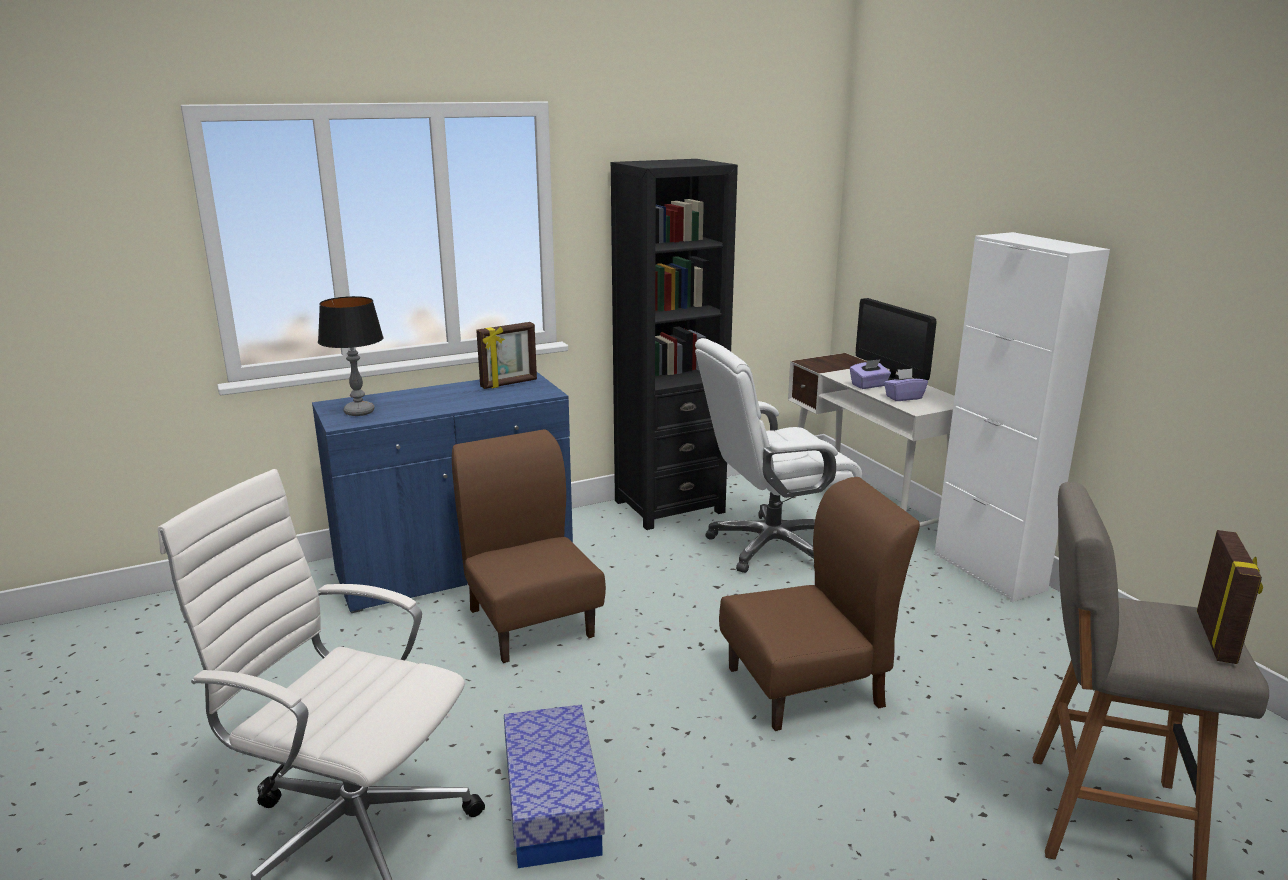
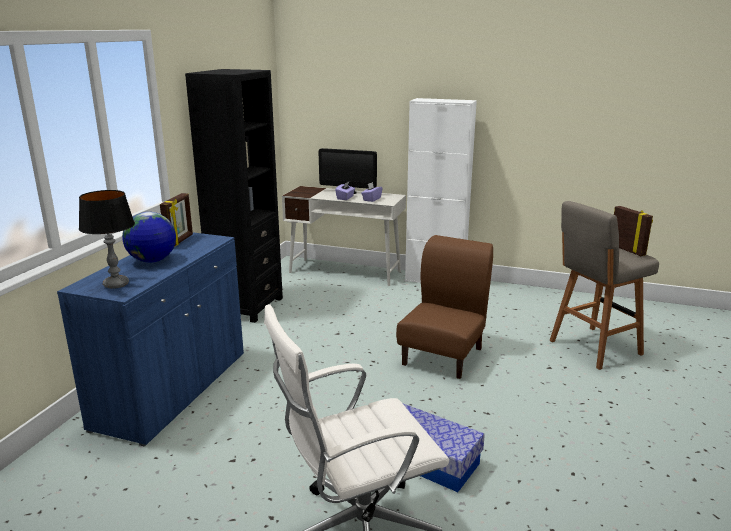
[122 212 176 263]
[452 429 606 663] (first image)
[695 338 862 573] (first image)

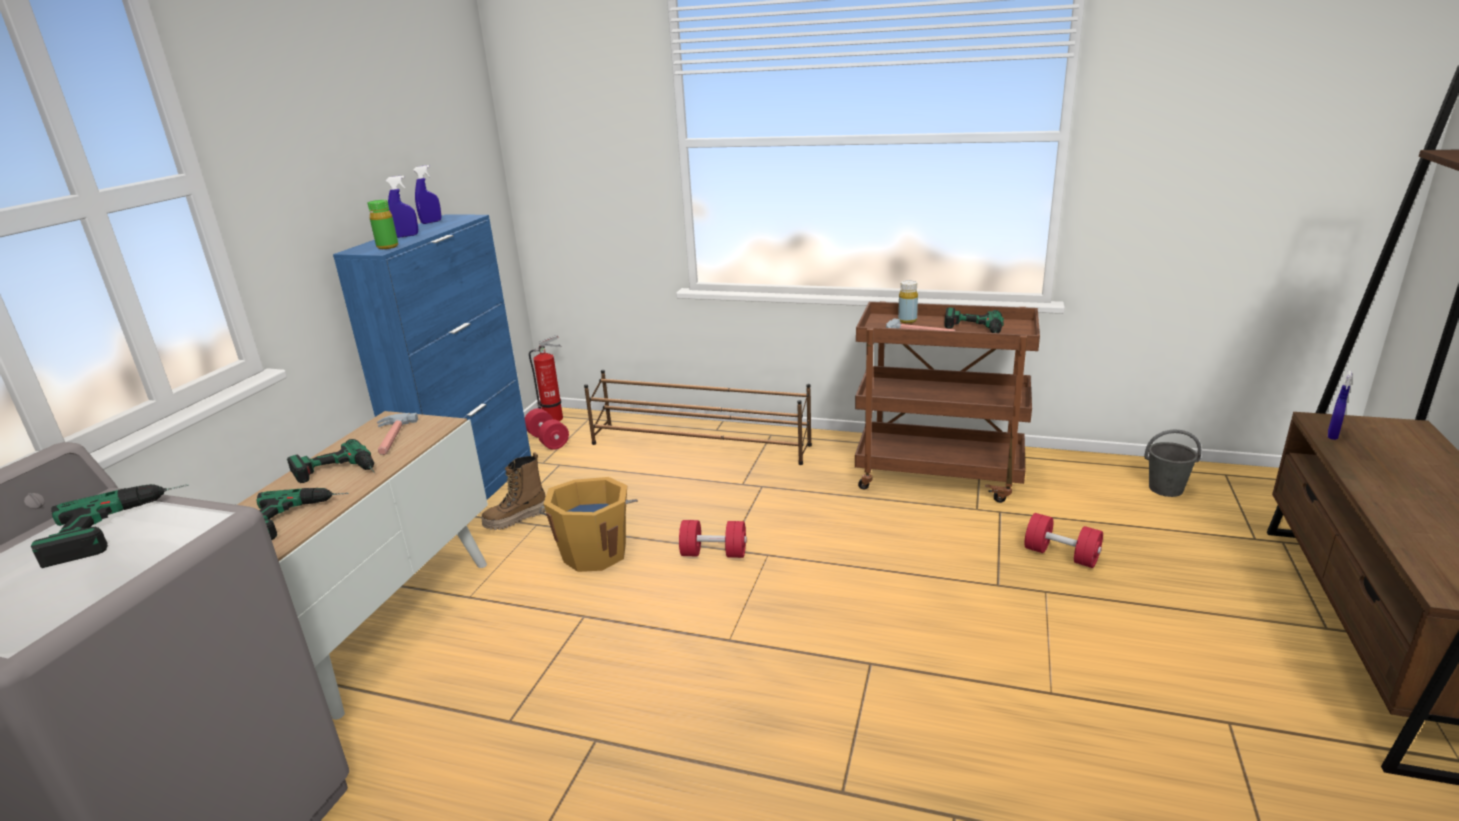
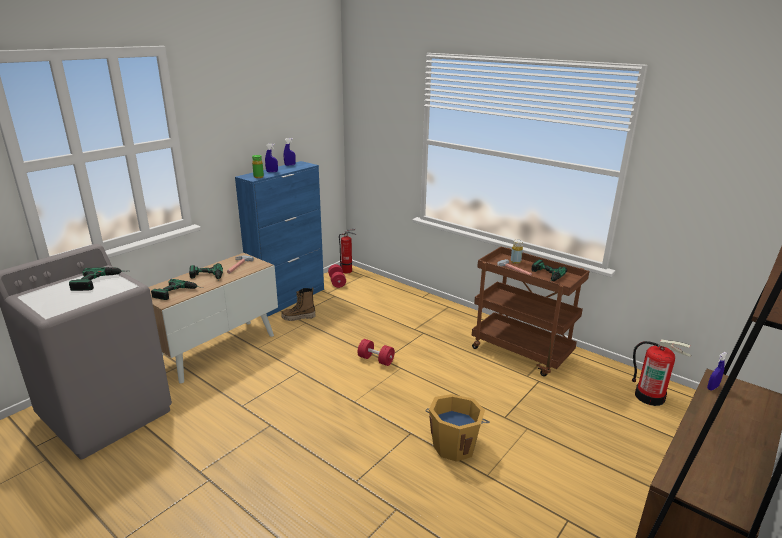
[425 394 490 462]
[632 339 691 406]
[584 370 812 465] (first image)
[1024 513 1103 568] (first image)

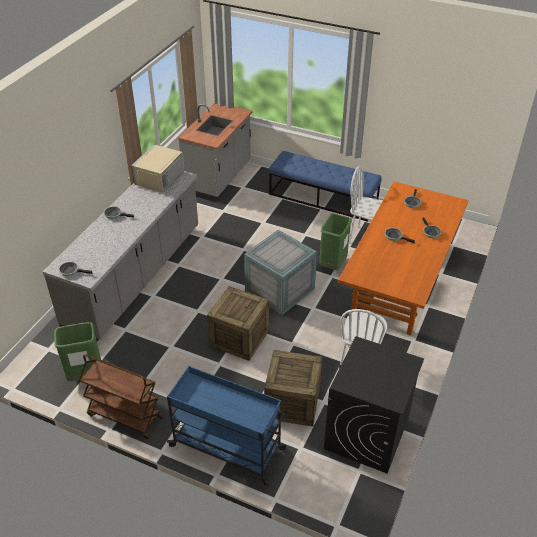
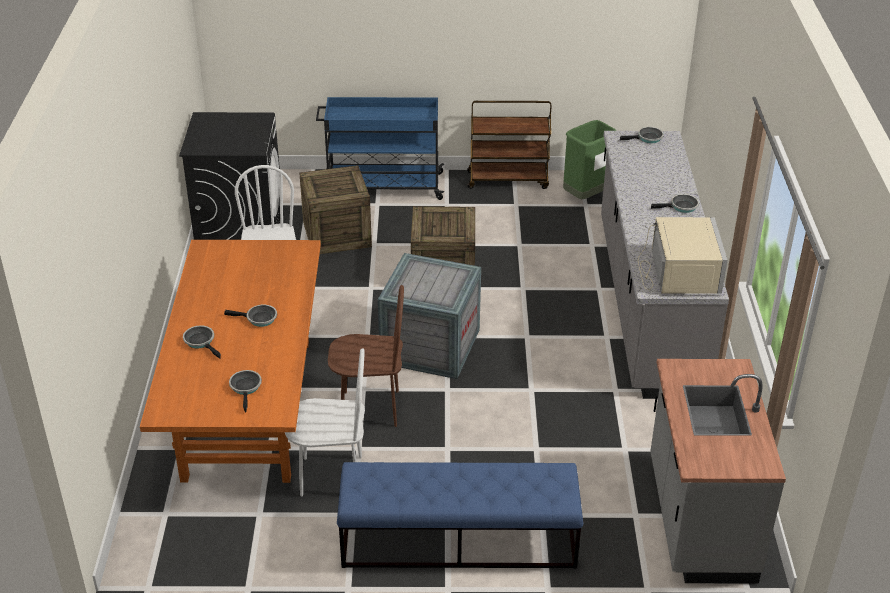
[328 285 404 427]

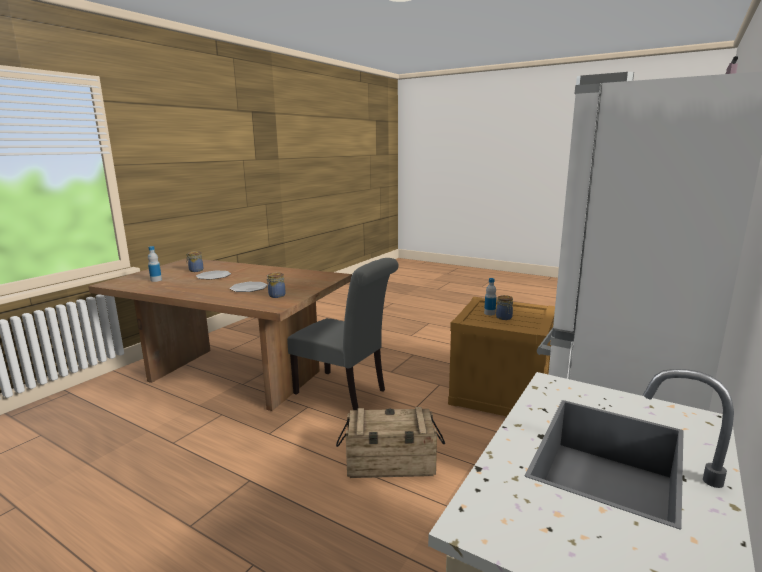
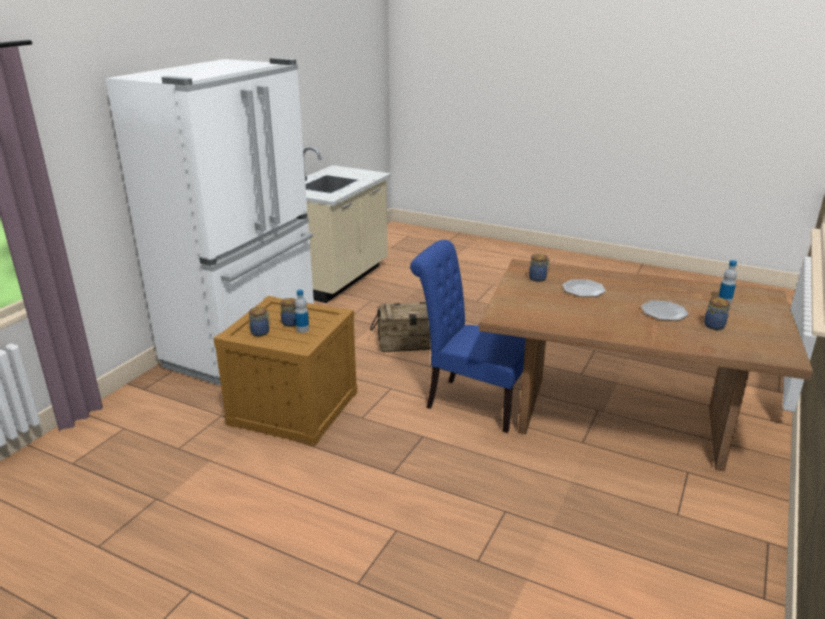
[249 307 271 336]
[410 240 526 433]

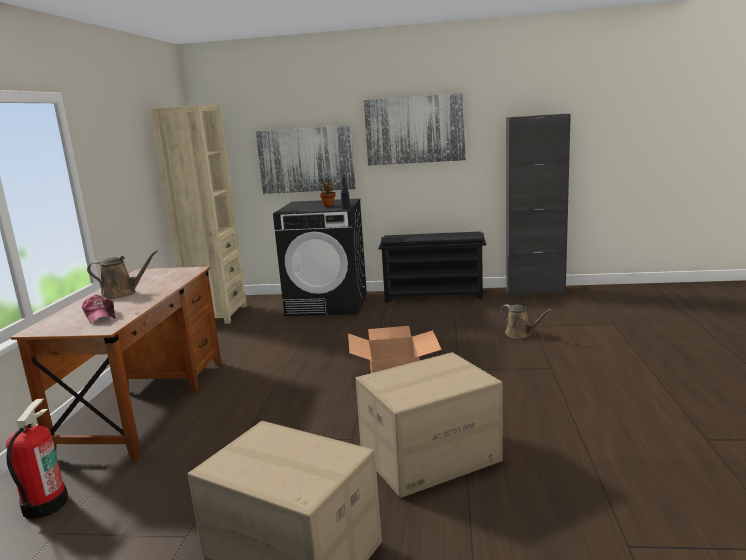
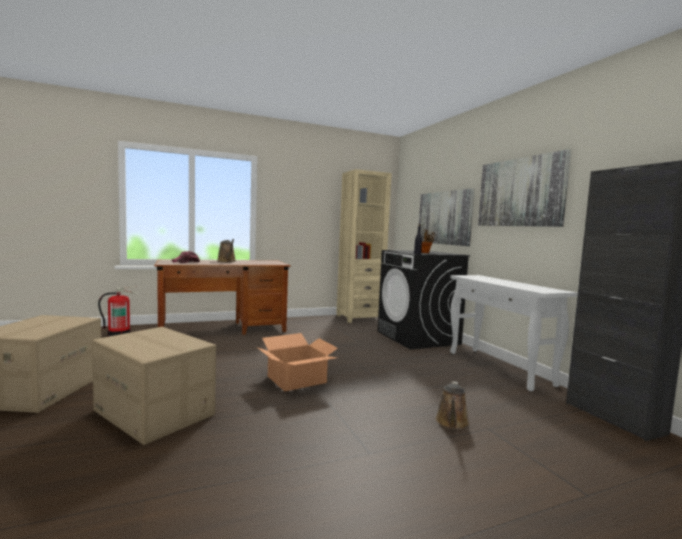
[450 275 578 391]

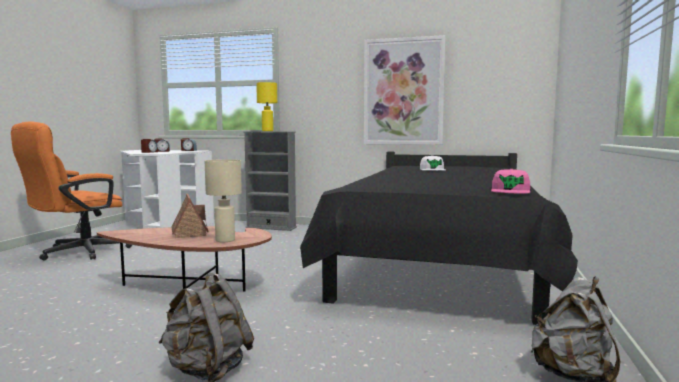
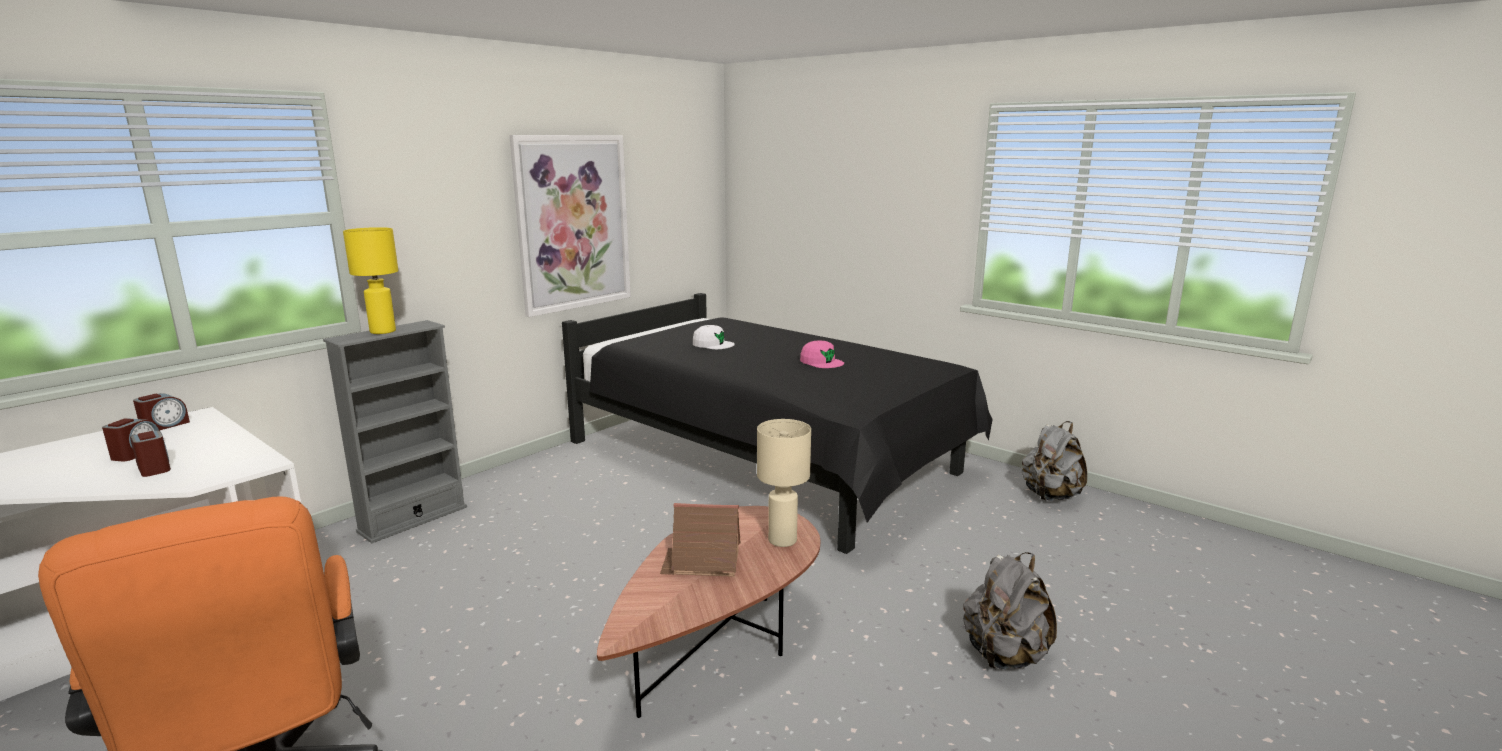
[800 341 844 368]

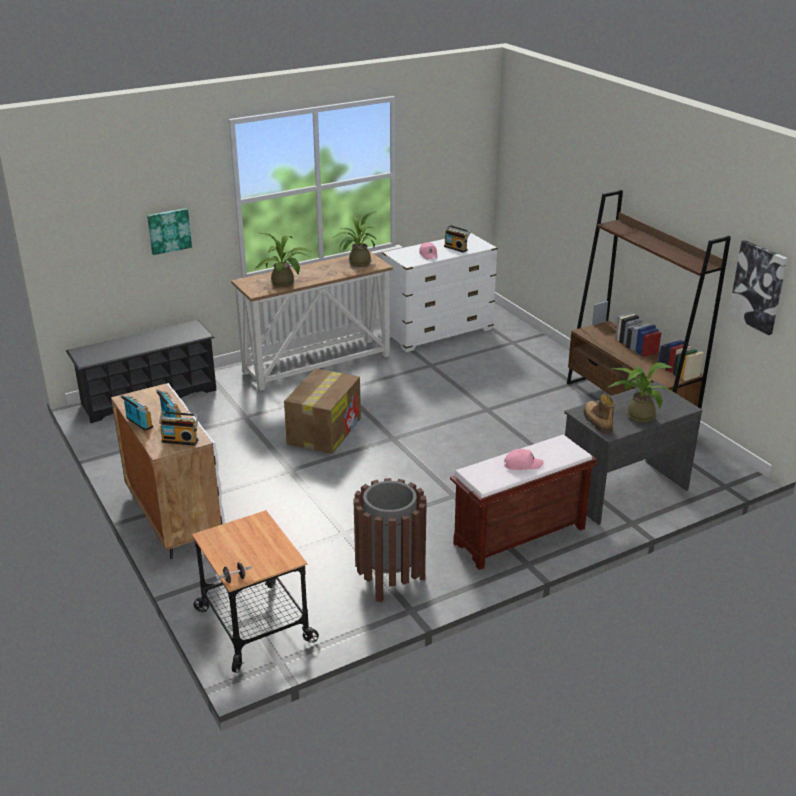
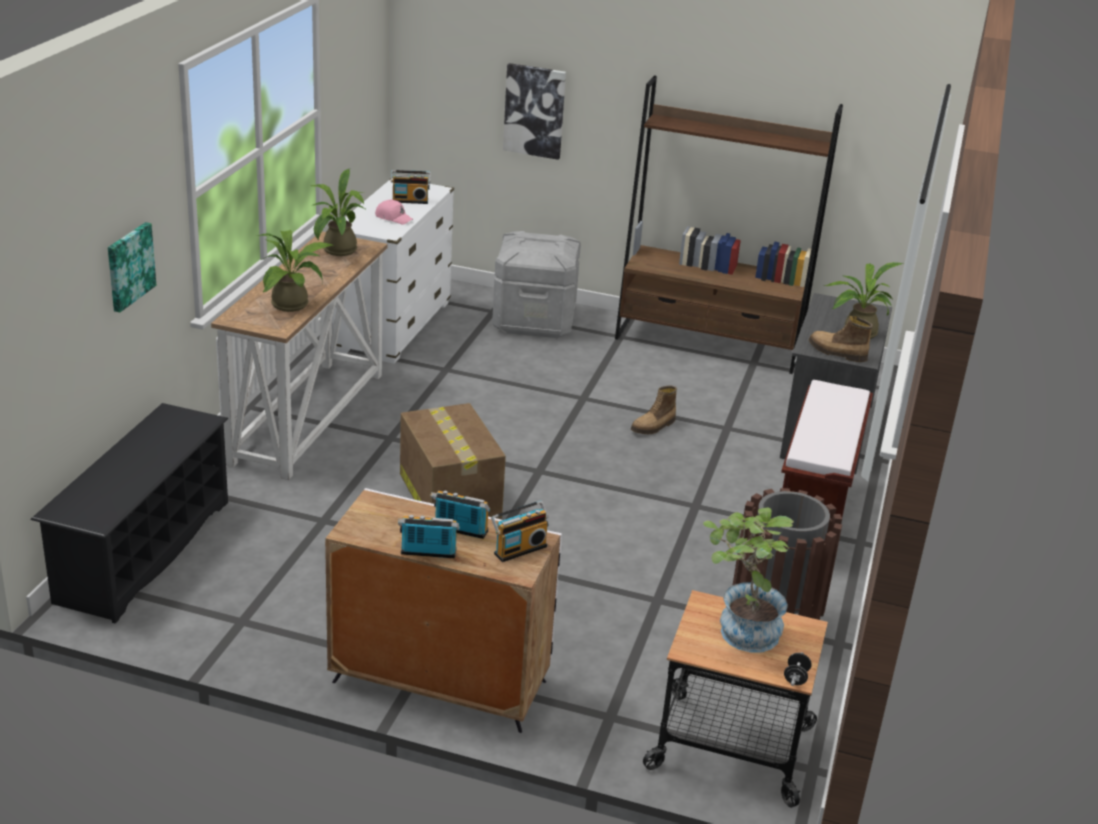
[492 231 581 338]
[503 63 566 160]
[631 385 677 434]
[703 507 794 653]
[504 449 544 470] (first image)

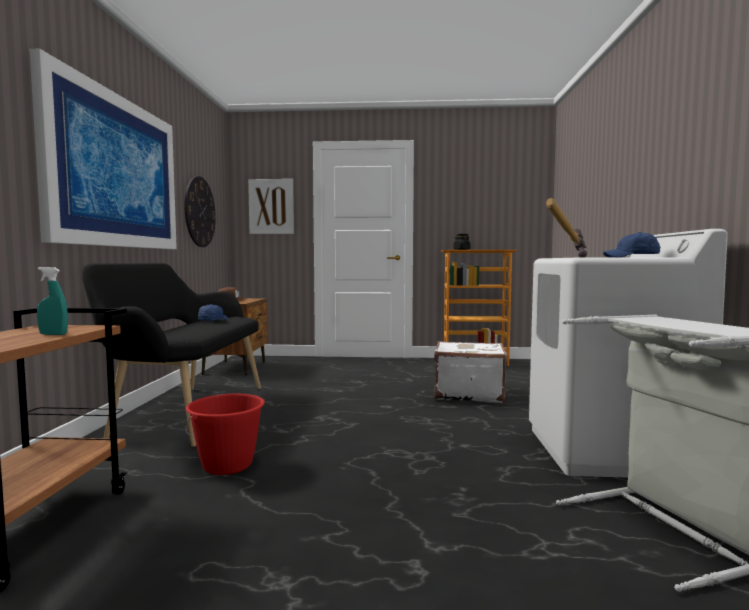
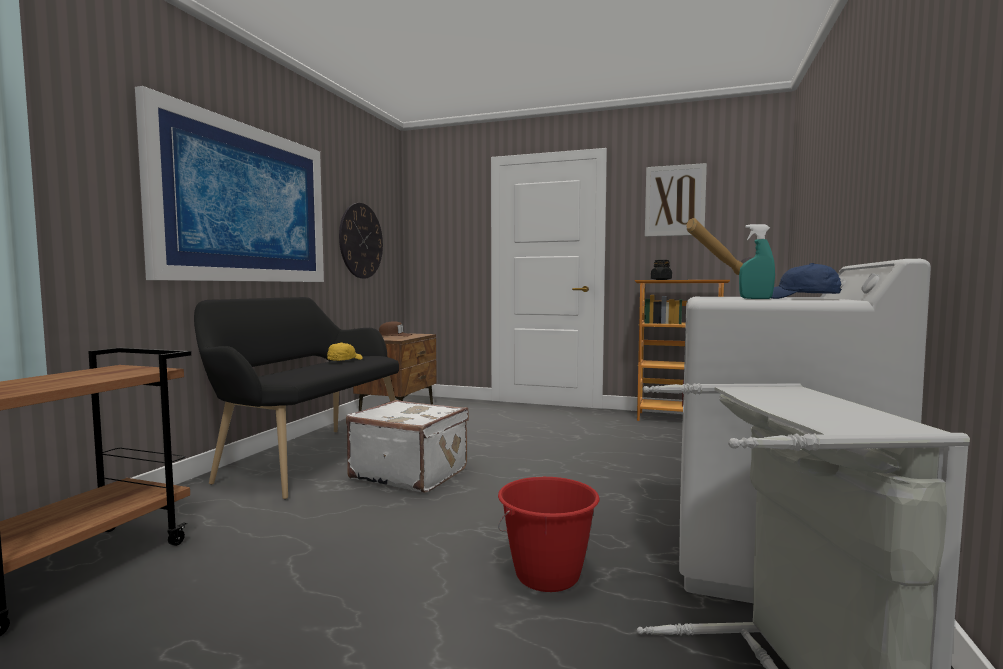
[327 342 363 361]
[346 400 469 493]
[498 477 600 592]
[645 163 707 237]
[739 224 775 299]

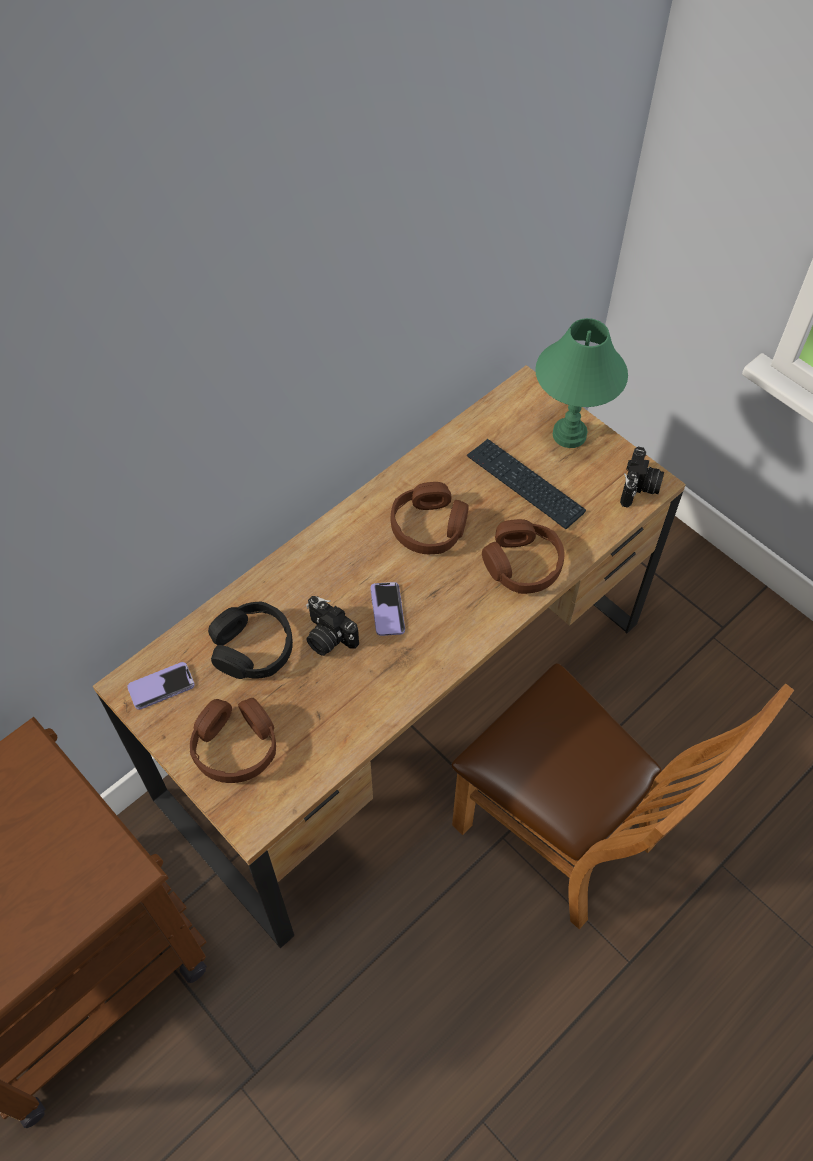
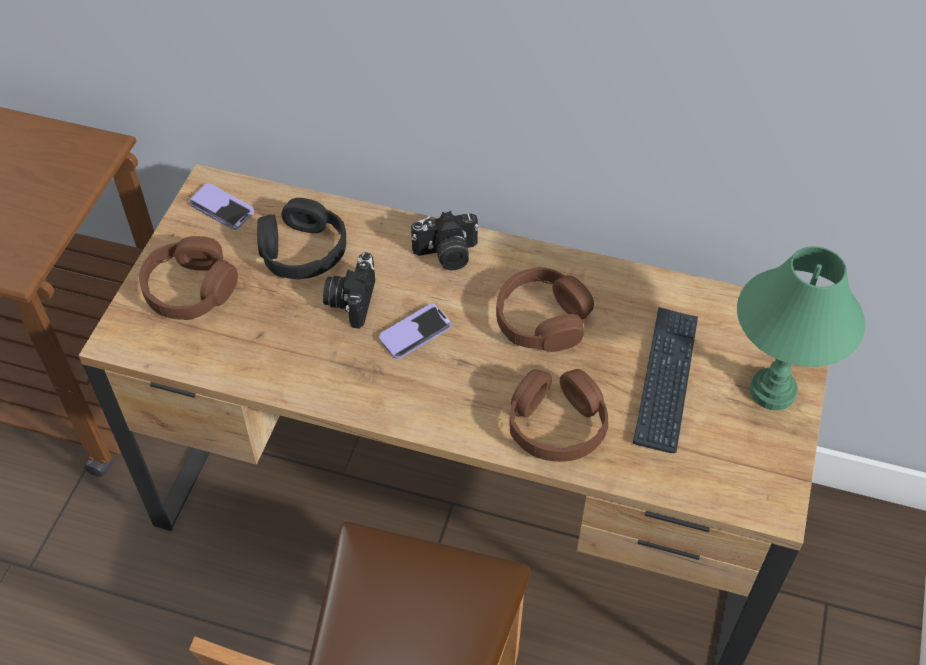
[411 211 479 270]

